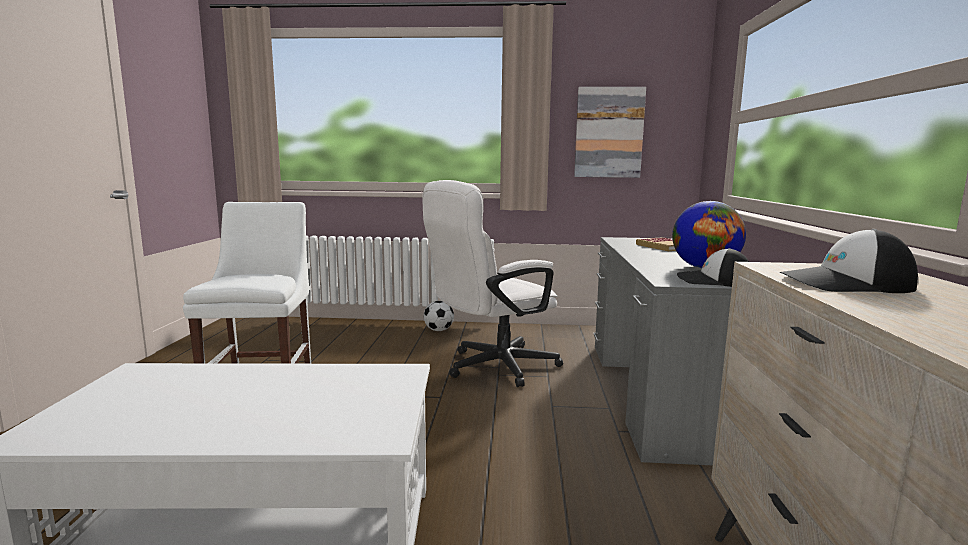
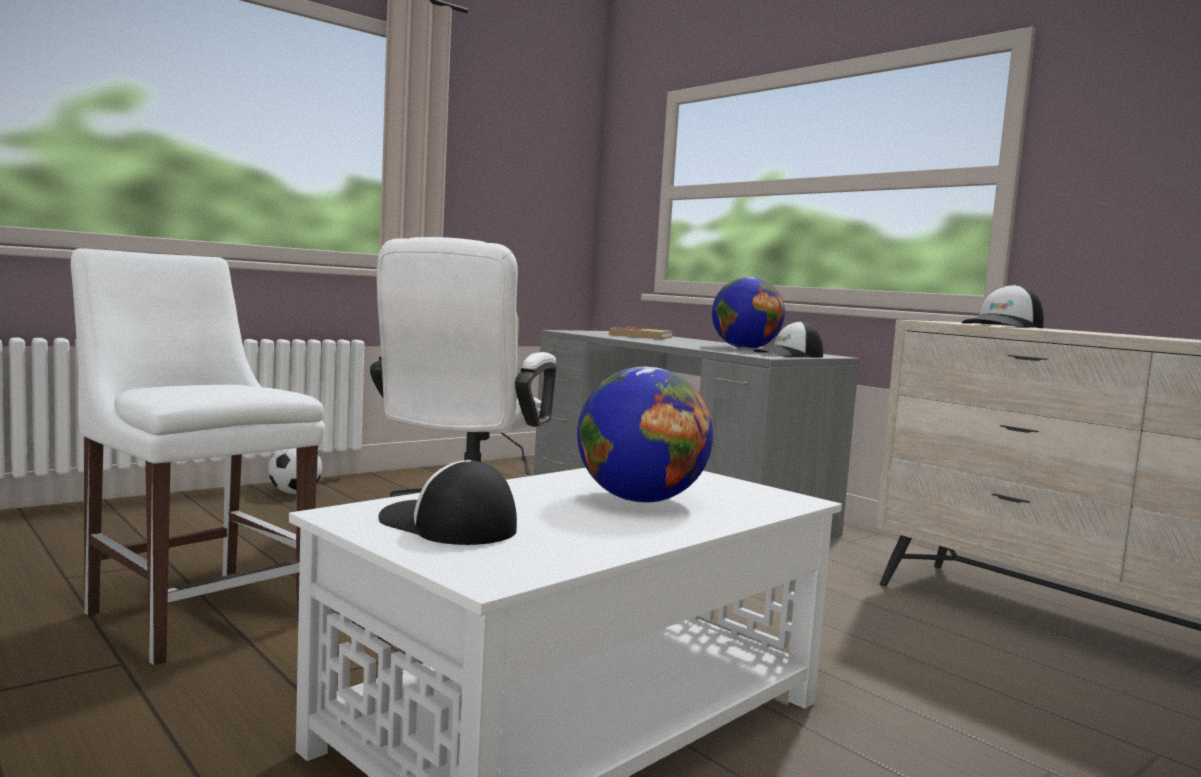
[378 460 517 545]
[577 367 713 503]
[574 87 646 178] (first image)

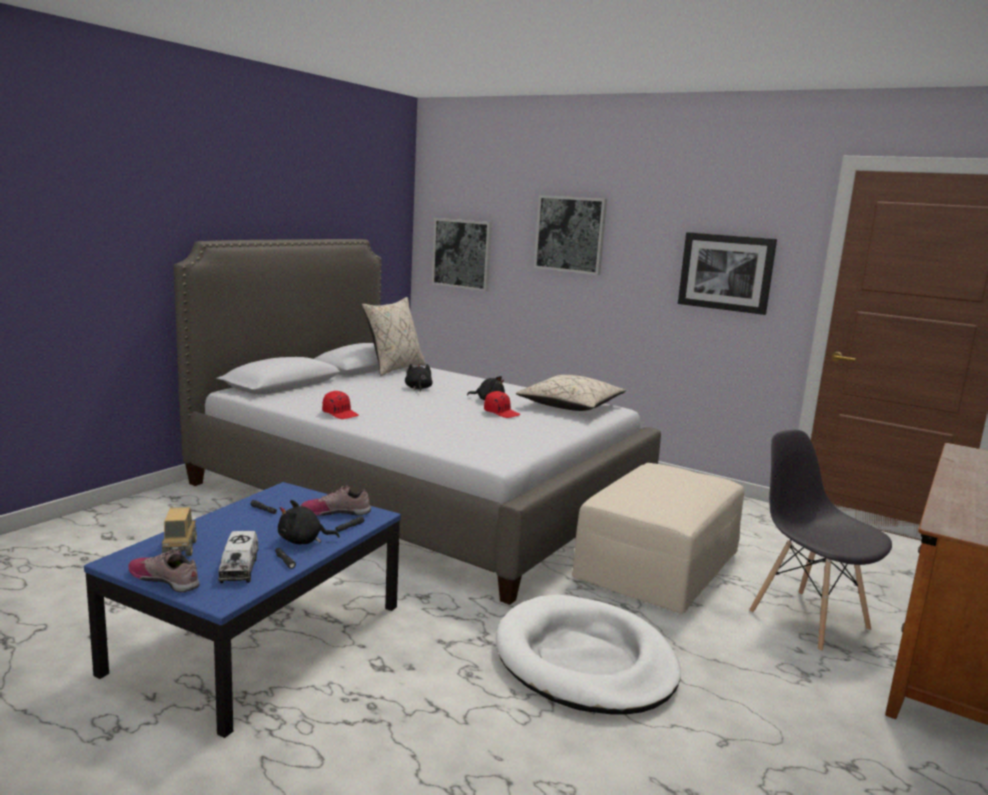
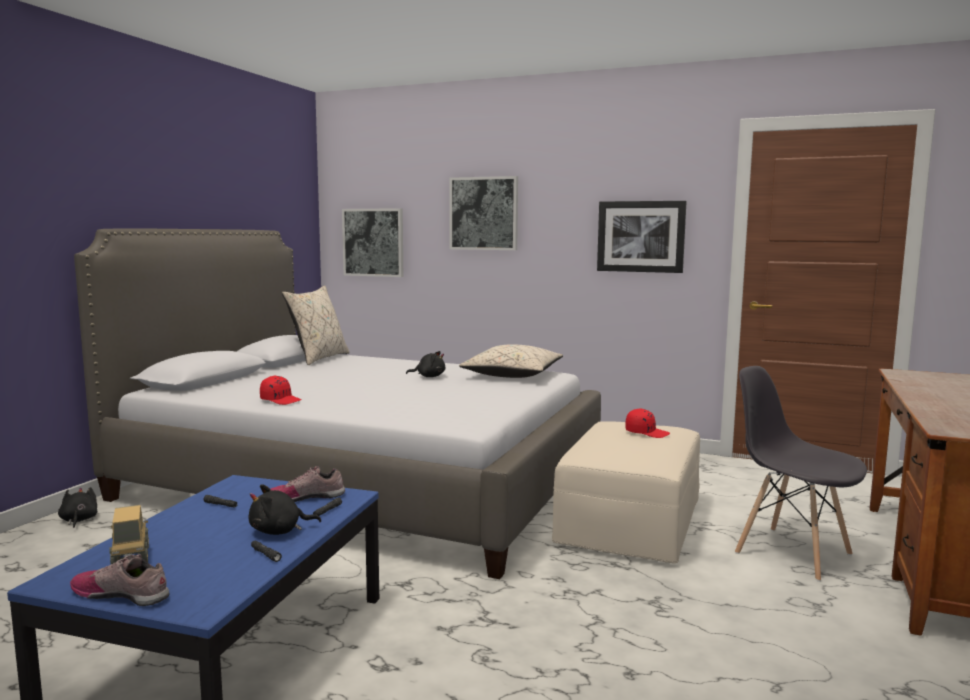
[58 487 97 528]
[625 409 670 438]
[218 531 259 583] (first image)
[496 594 681 715] (first image)

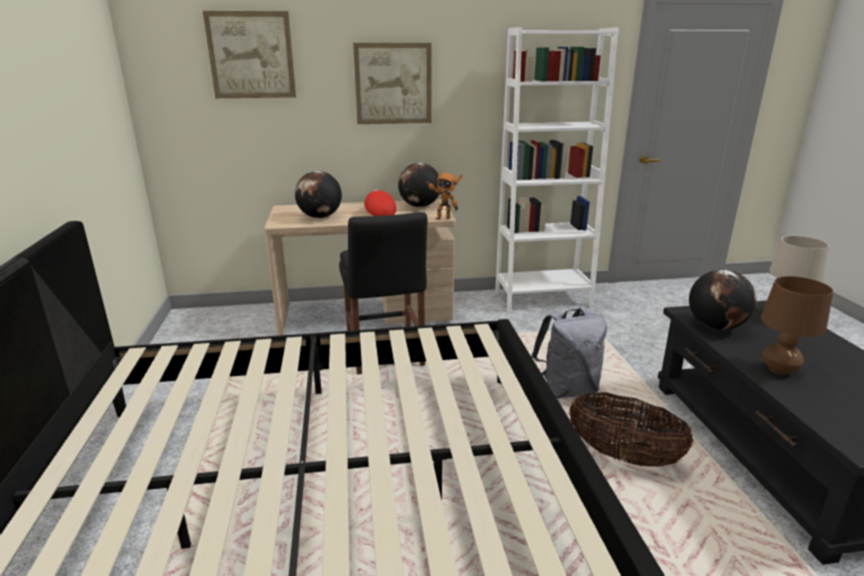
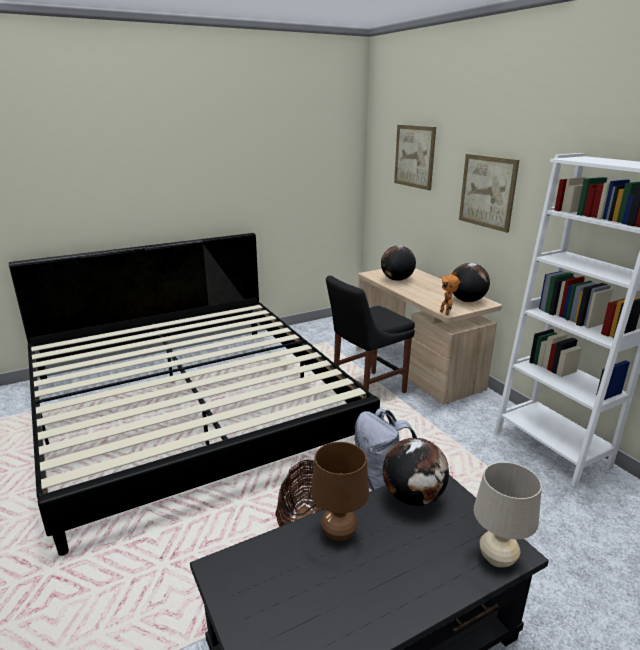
[364 190 396 216] (first image)

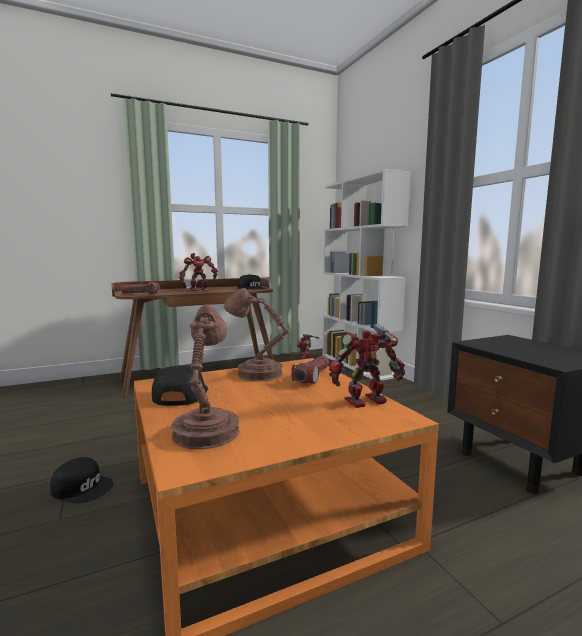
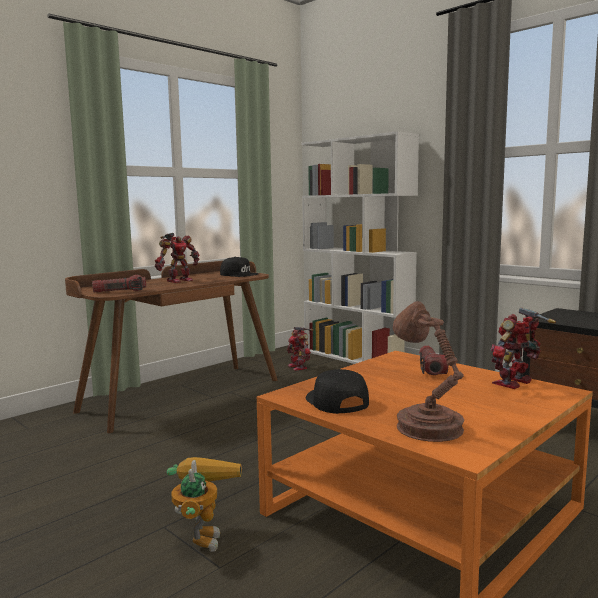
[167 457 242 552]
[224 288 290 381] (first image)

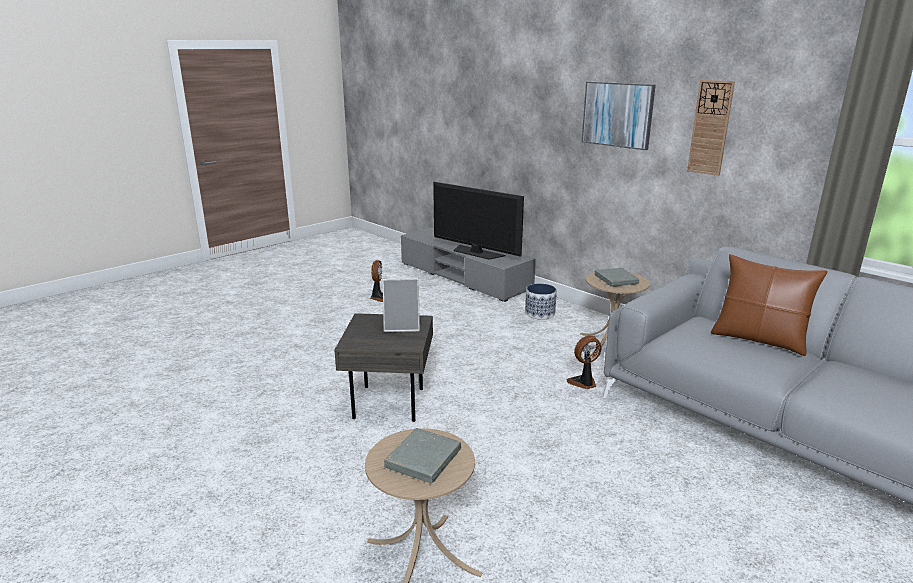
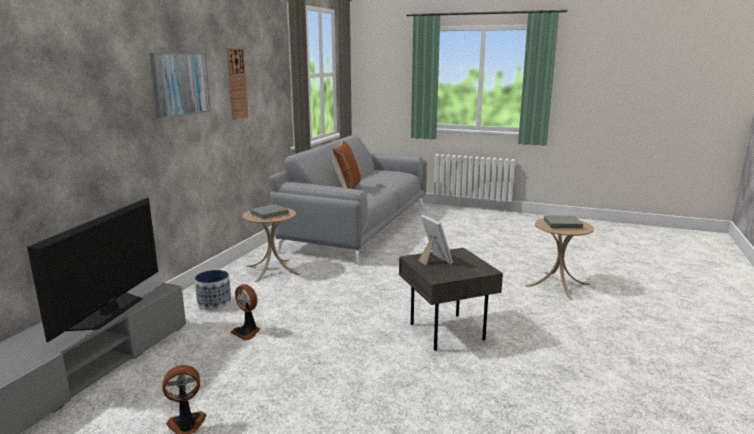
[230 284 260 341]

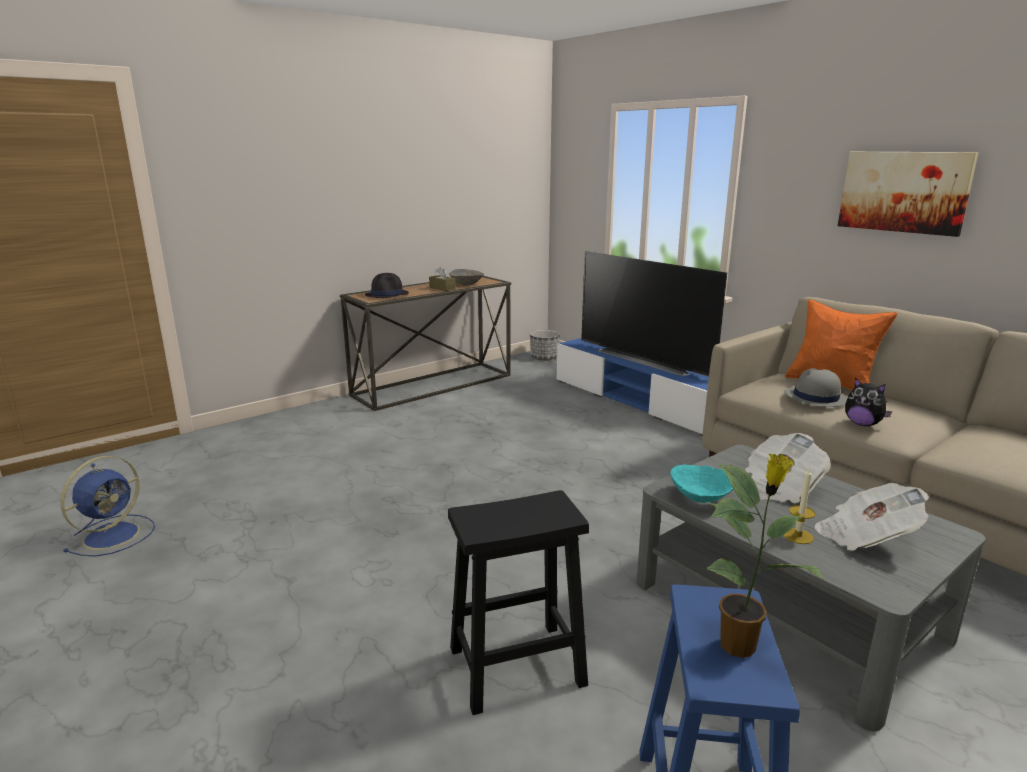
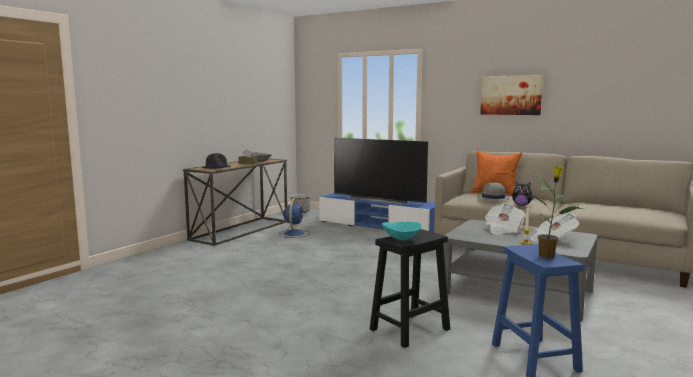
[279 198 310 238]
[382 221 422 240]

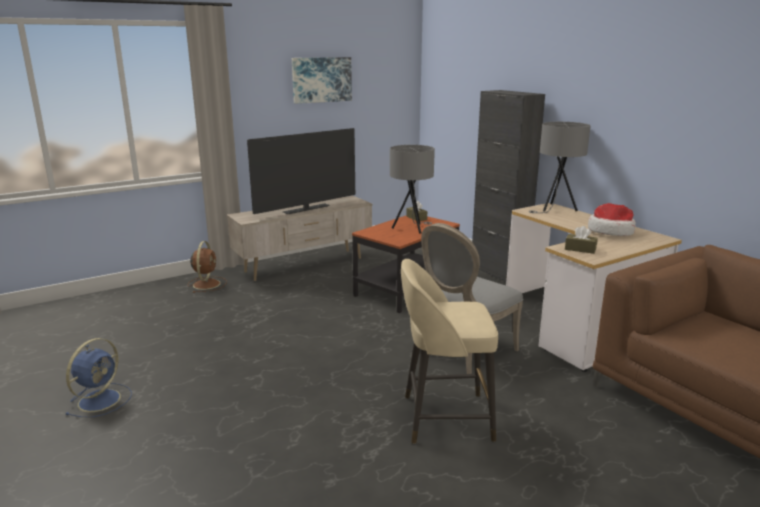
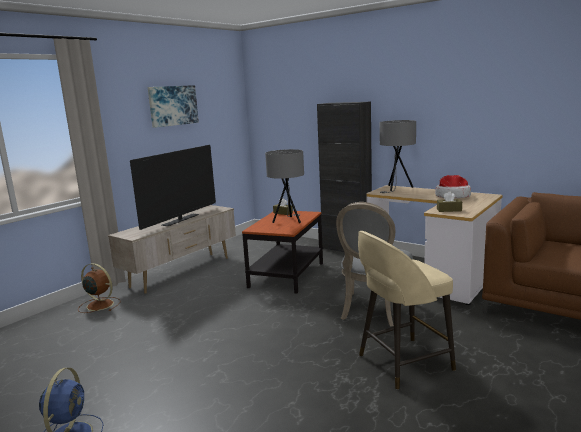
[78 263 120 313]

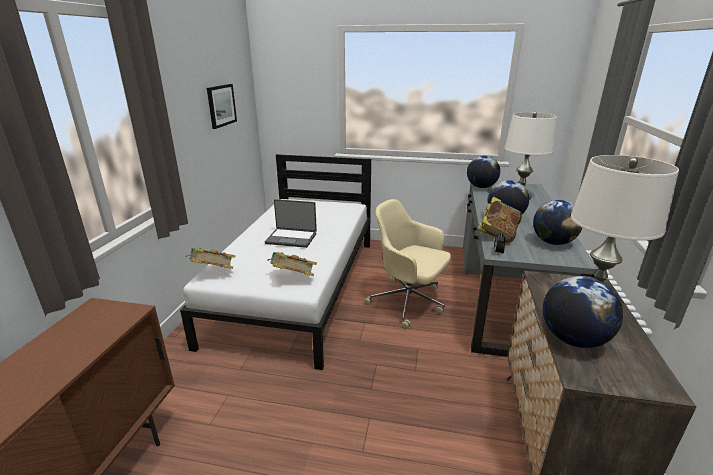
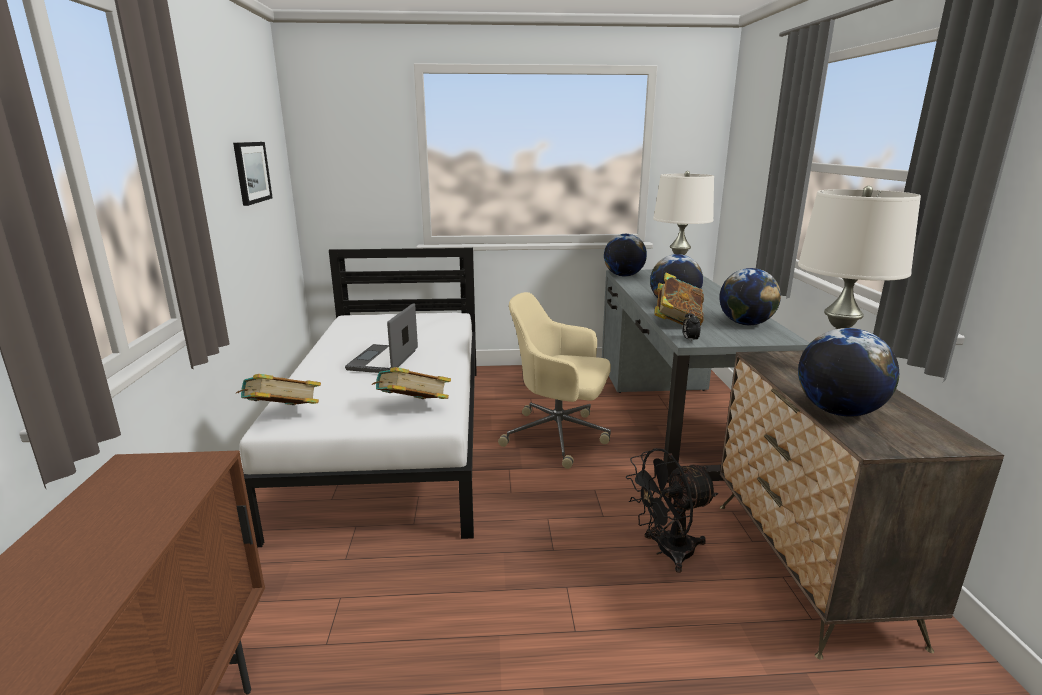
[345 303 418 373]
[626 448 718 573]

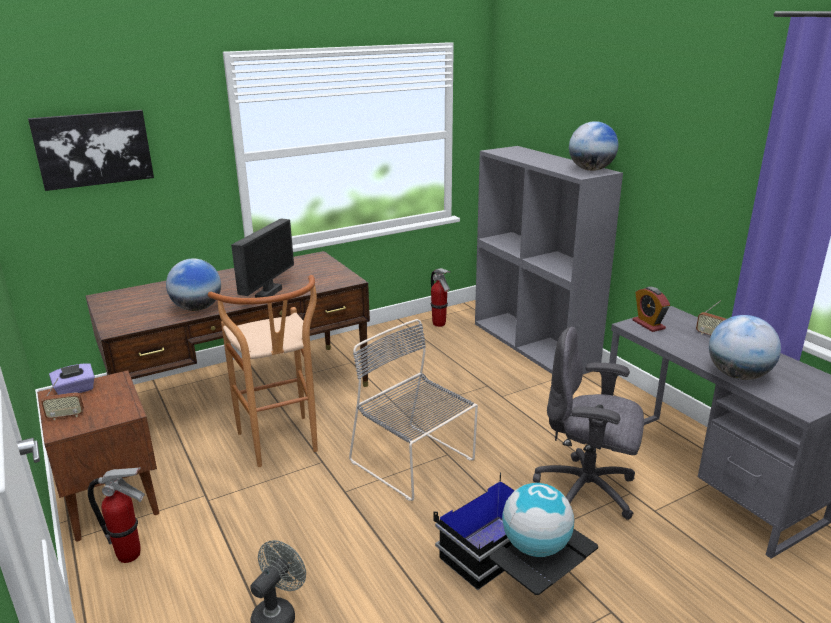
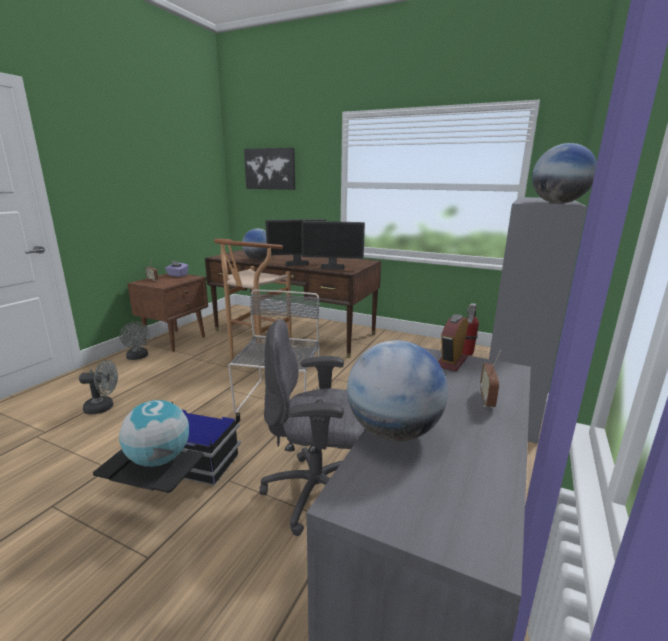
[119 322 150 360]
[259 319 365 536]
[301 221 365 270]

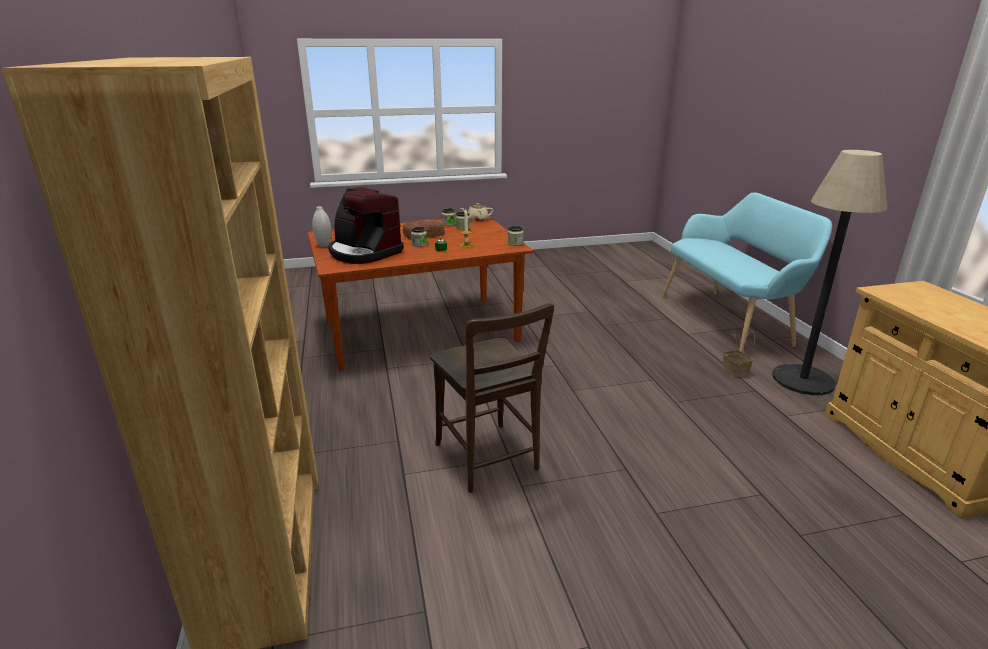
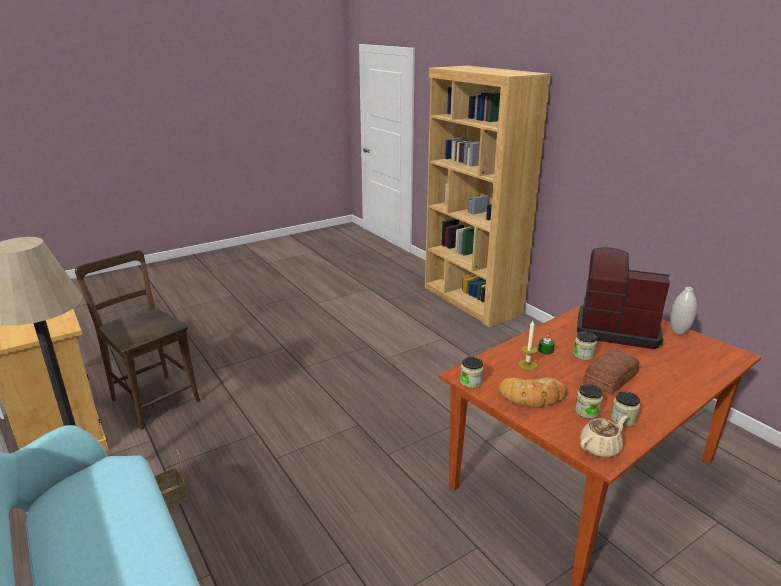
[75 250 200 429]
[499 377 567 408]

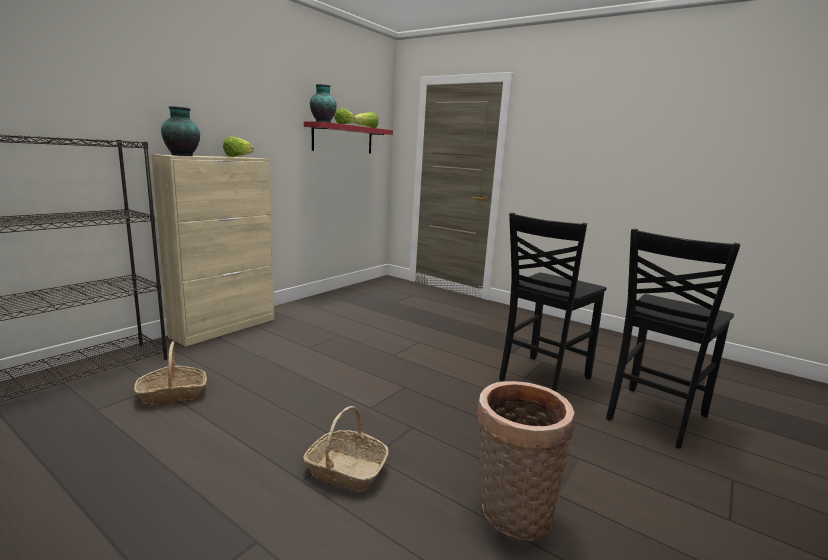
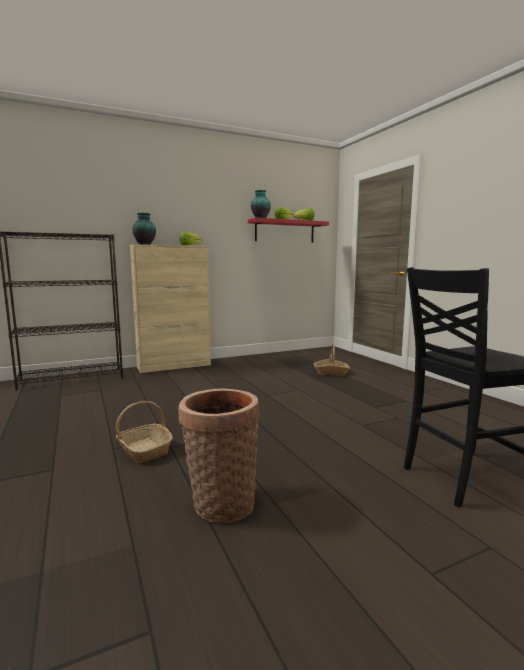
[314 344 350 376]
[499 213 607 391] (first image)

